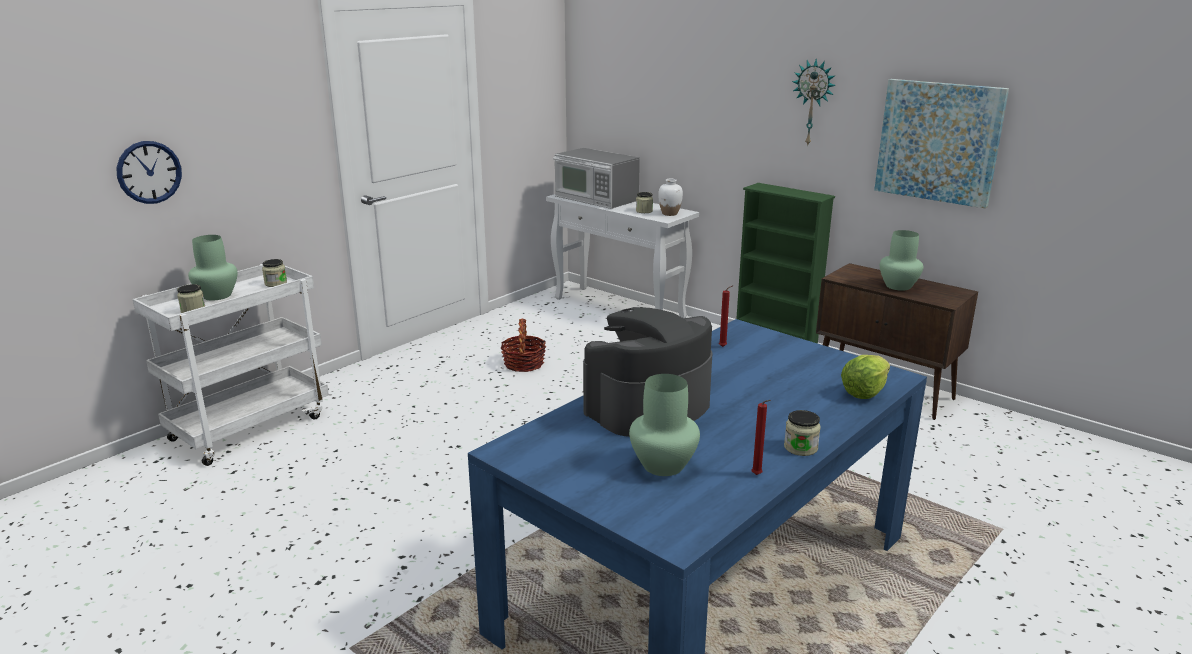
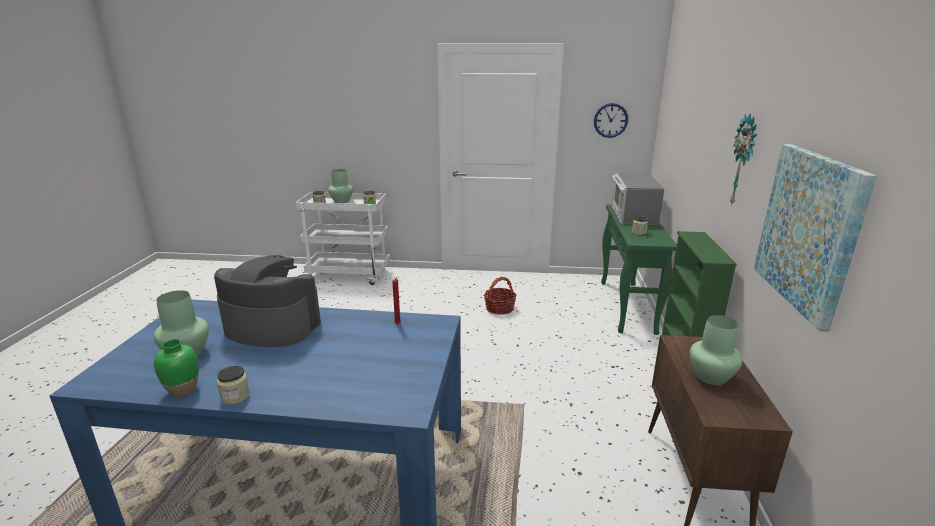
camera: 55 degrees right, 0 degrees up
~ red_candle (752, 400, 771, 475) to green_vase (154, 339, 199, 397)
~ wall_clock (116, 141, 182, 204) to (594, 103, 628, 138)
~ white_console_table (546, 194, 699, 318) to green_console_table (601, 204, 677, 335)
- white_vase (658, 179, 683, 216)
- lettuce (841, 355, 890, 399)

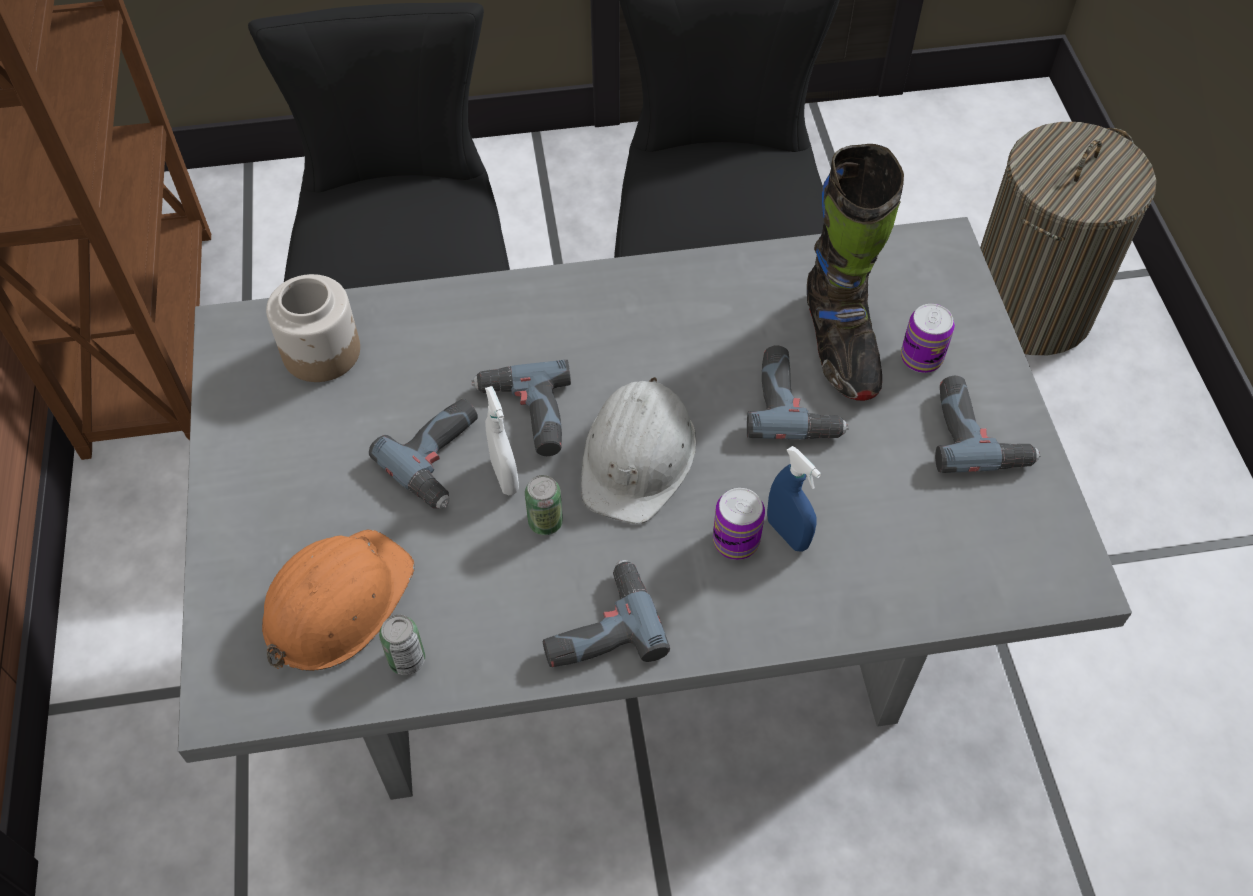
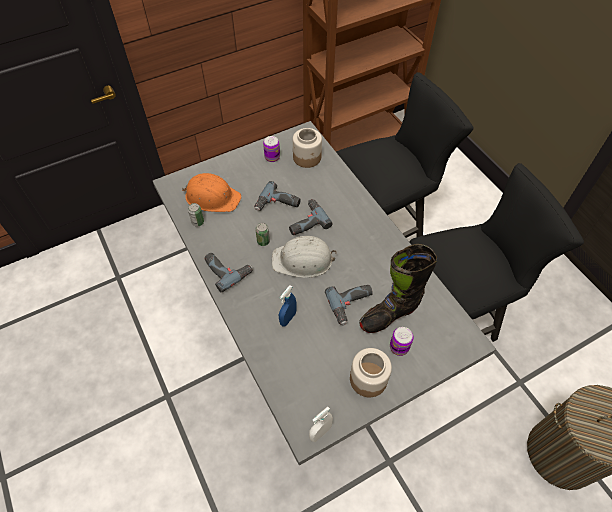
camera: 70 degrees right, 0 degrees up
~ can (713, 488, 765, 560) to (263, 136, 280, 162)
~ white_spray_bottle (485, 386, 519, 495) to (309, 407, 333, 442)
~ power_drill (935, 376, 1041, 473) to jar (350, 348, 392, 397)

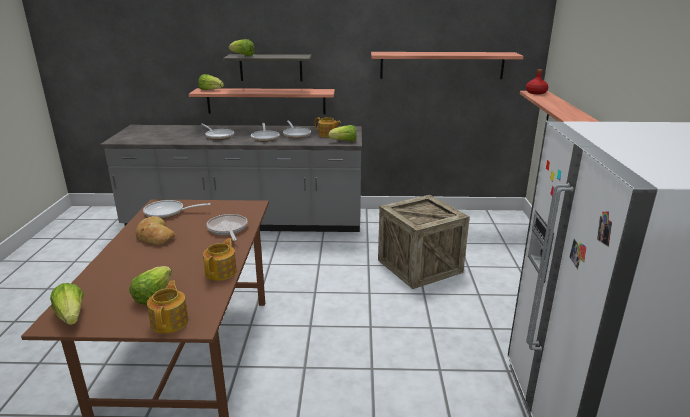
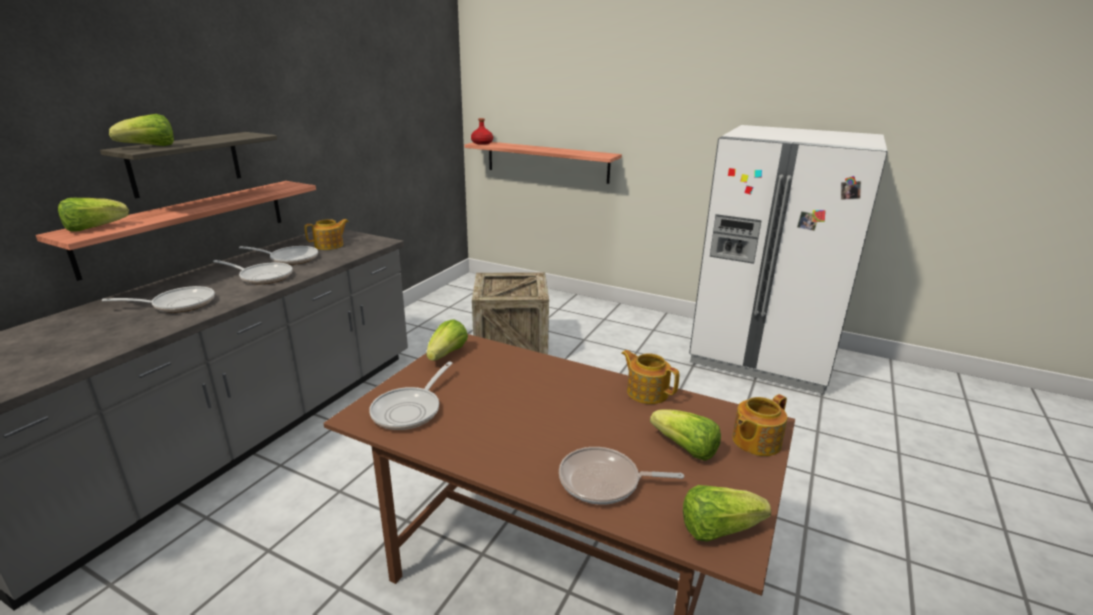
camera: 65 degrees left, 0 degrees up
~ lettuce (328, 125, 357, 142) to (426, 319, 468, 361)
~ frying_pan (206, 214, 248, 241) to (559, 447, 684, 505)
~ teapot (147, 281, 189, 334) = (732, 394, 787, 456) 60 degrees counterclockwise
- bread (136, 216, 175, 245)
- shelf (371, 52, 523, 79)

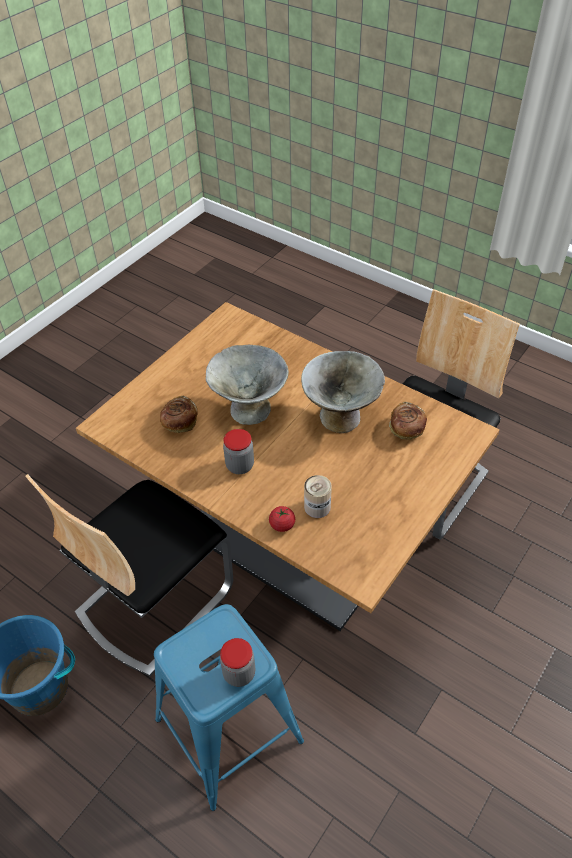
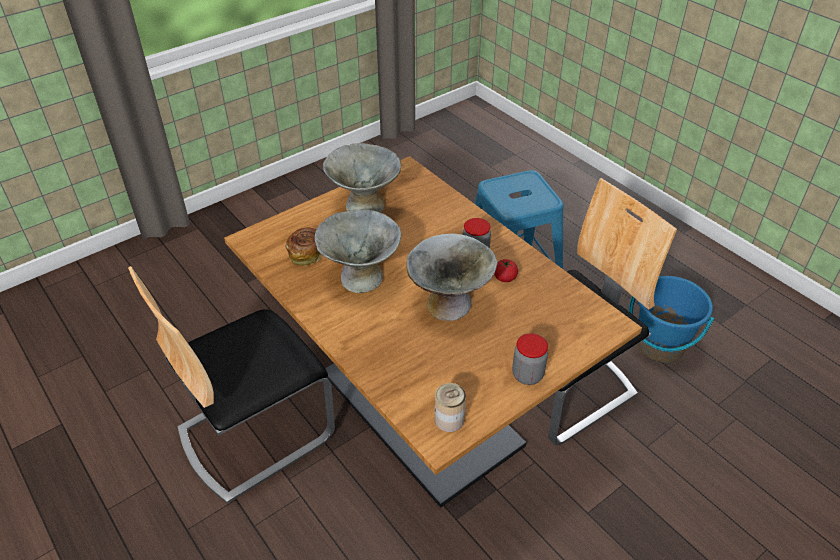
camera: 165 degrees left, 5 degrees down
+ grey_bowl (323, 143, 401, 213)
~ can (304, 475, 332, 518) to (435, 383, 466, 432)
~ tomato (269, 506, 295, 532) to (494, 259, 518, 282)
~ jar (220, 638, 255, 687) to (512, 333, 548, 385)
- bread (160, 396, 198, 433)

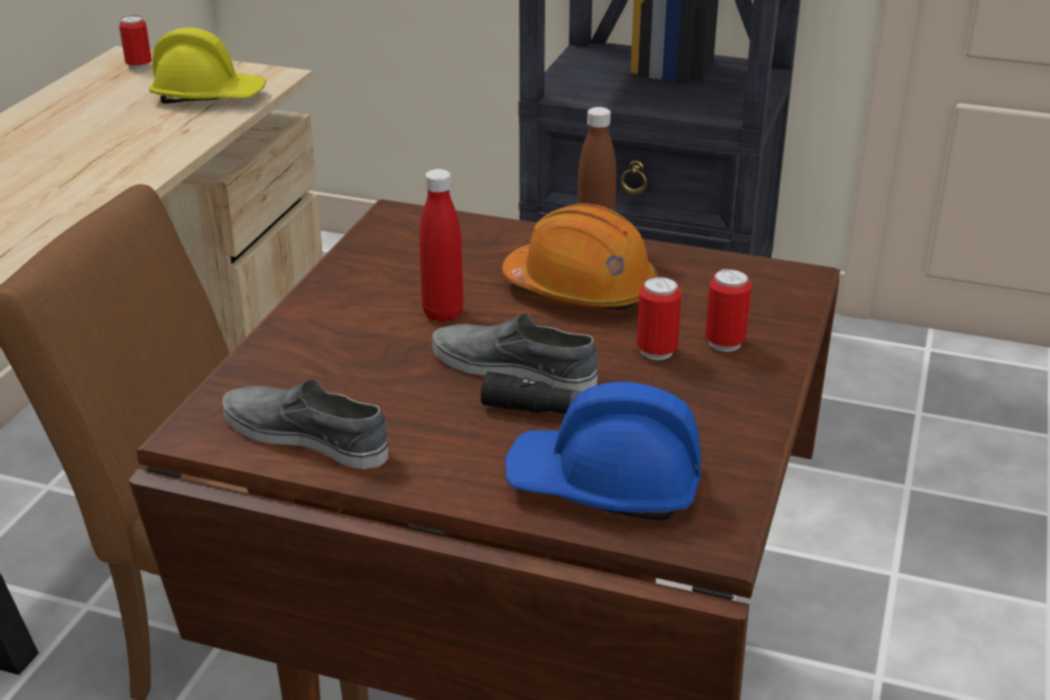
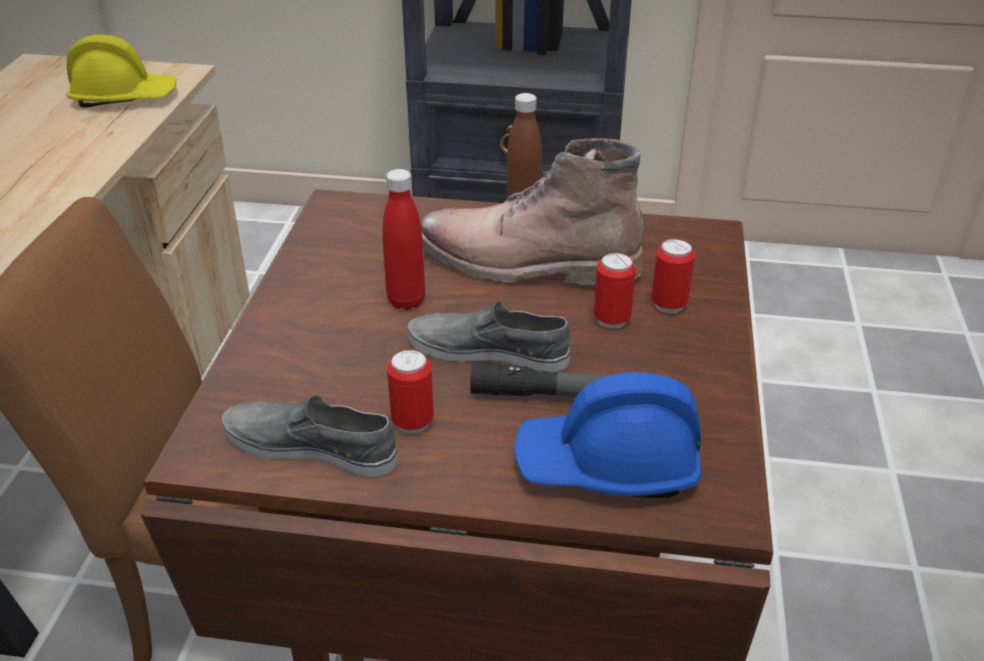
camera: 10 degrees left, 5 degrees up
~ can (119, 15, 152, 70) to (387, 349, 434, 434)
~ orange_hard_hat (502, 204, 658, 311) to brown_boot (421, 138, 644, 285)

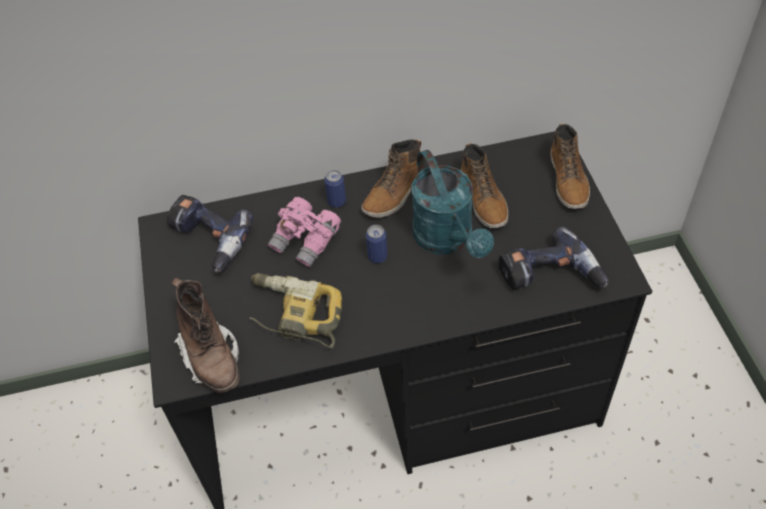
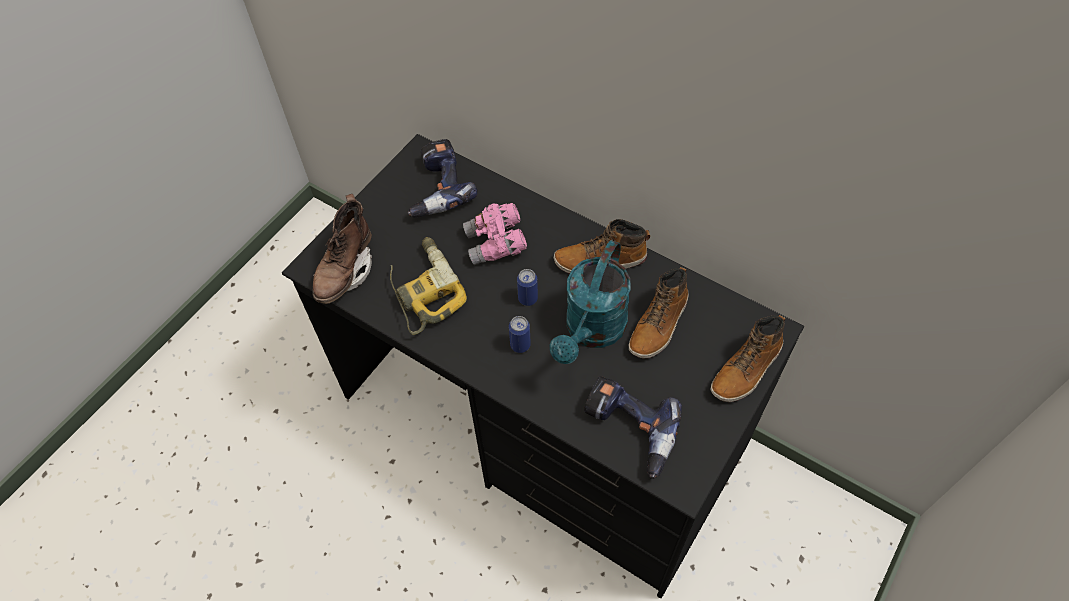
camera: 45 degrees right, 5 degrees up
~ can (324, 170, 346, 208) to (509, 316, 531, 353)

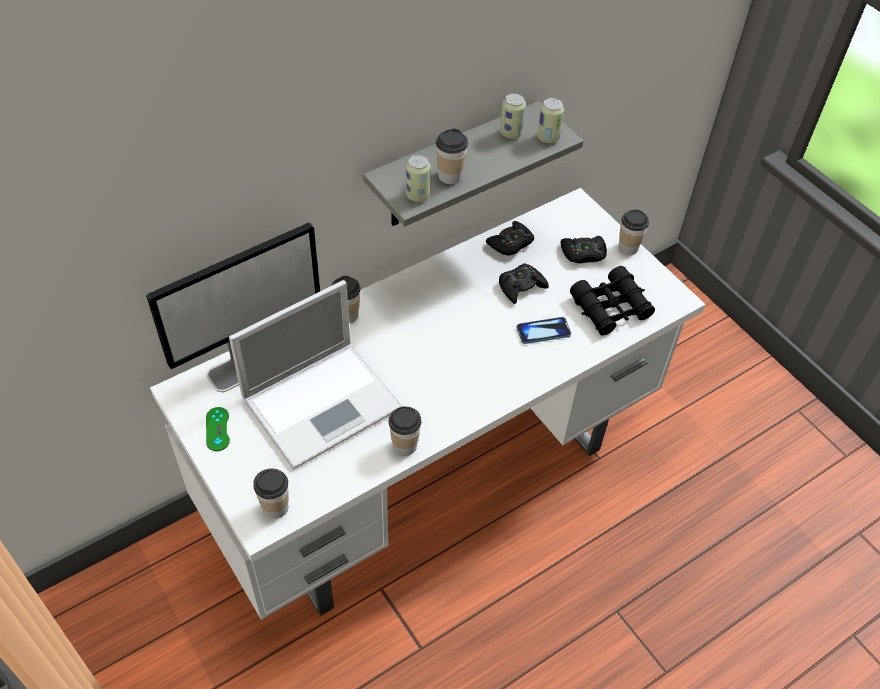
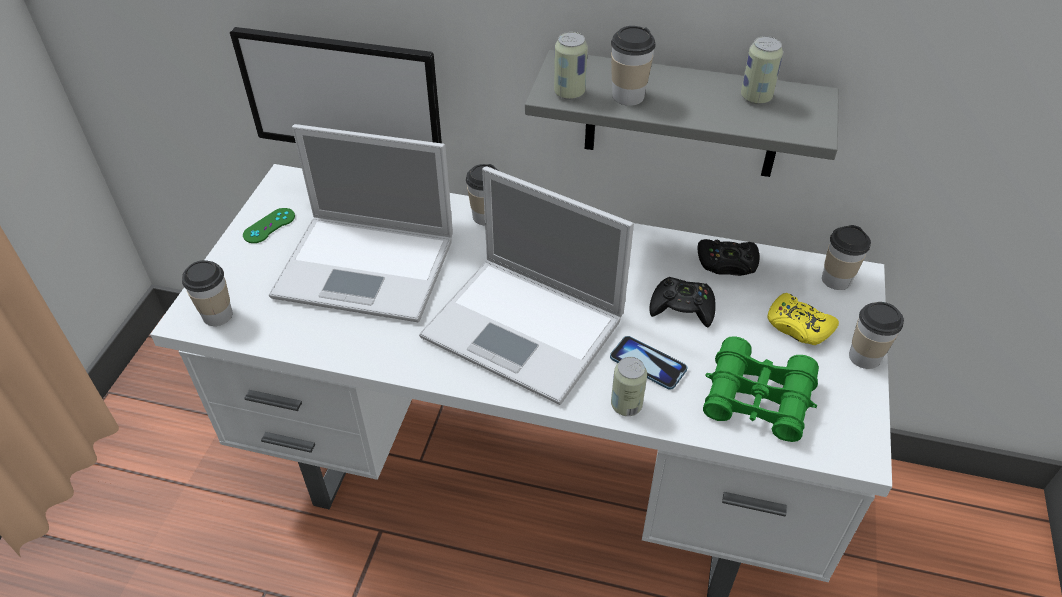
camera: 50 degrees right, 5 degrees down
+ laptop (419, 166, 634, 405)
~ can (537, 98, 564, 144) to (611, 357, 647, 416)
~ black_binoculars (570, 266, 655, 336) to green_binoculars (703, 336, 819, 442)
~ black_game_controller (561, 236, 607, 263) to yellow_game_controller (768, 293, 839, 345)
~ cup (389, 406, 421, 456) to (822, 225, 871, 290)

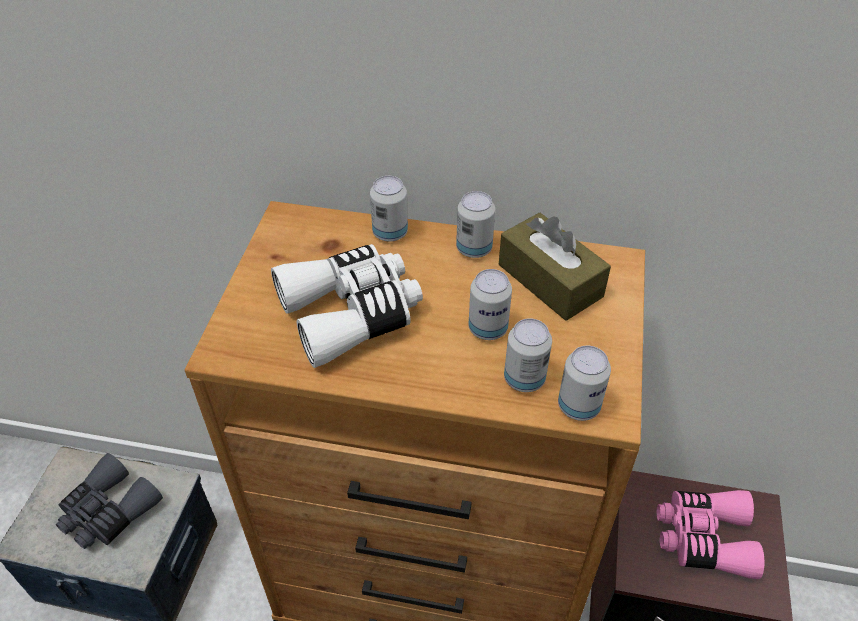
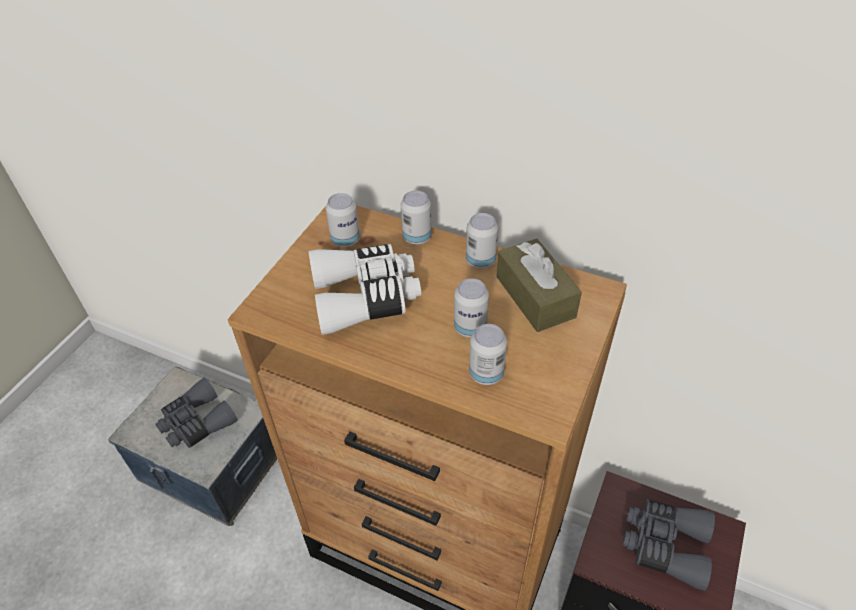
camera: 15 degrees right, 0 degrees up
~ can (558, 346, 611, 421) to (326, 193, 360, 247)
~ pink_binoculars (657, 490, 764, 579) to grey_binoculars (622, 499, 715, 591)

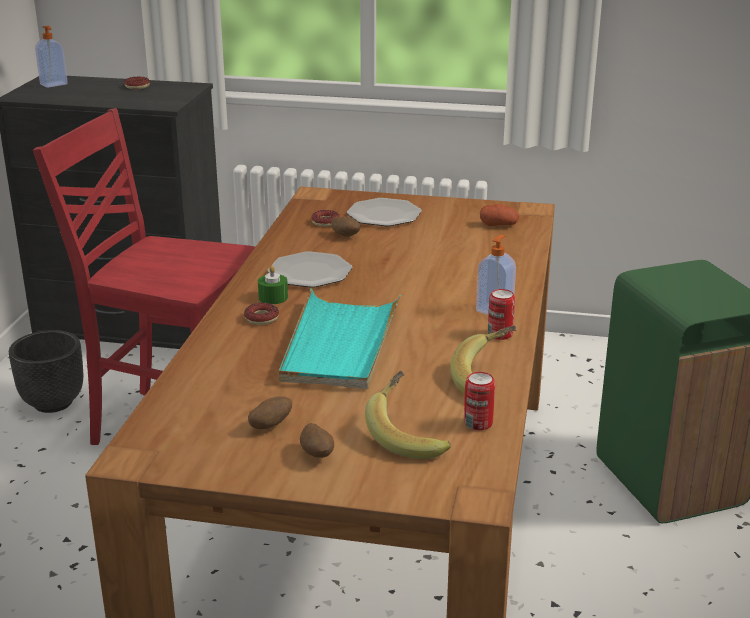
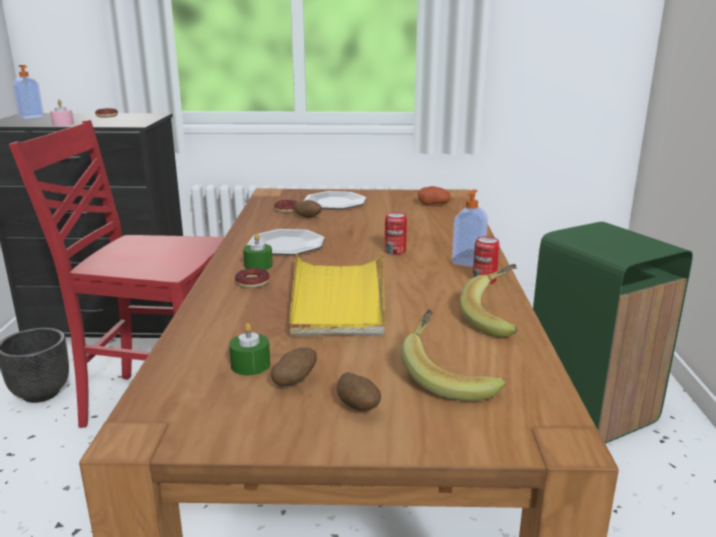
camera: 10 degrees left, 5 degrees down
+ pink_candle (50, 100, 74, 126)
+ green_candle (229, 323, 270, 375)
~ turquoise_tray (279, 289, 401, 389) to yellow_tray (289, 253, 385, 336)
~ can (464, 372, 495, 430) to (385, 212, 407, 255)

